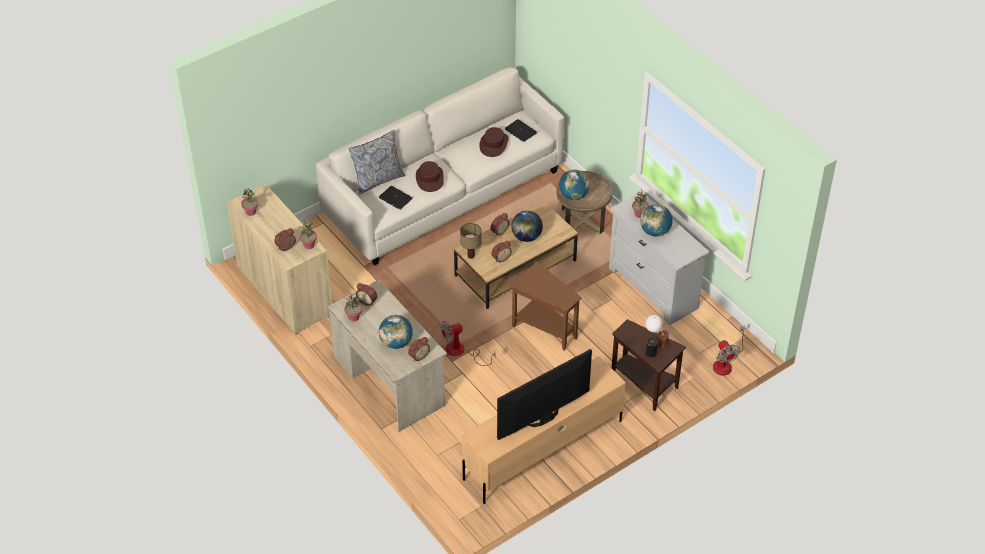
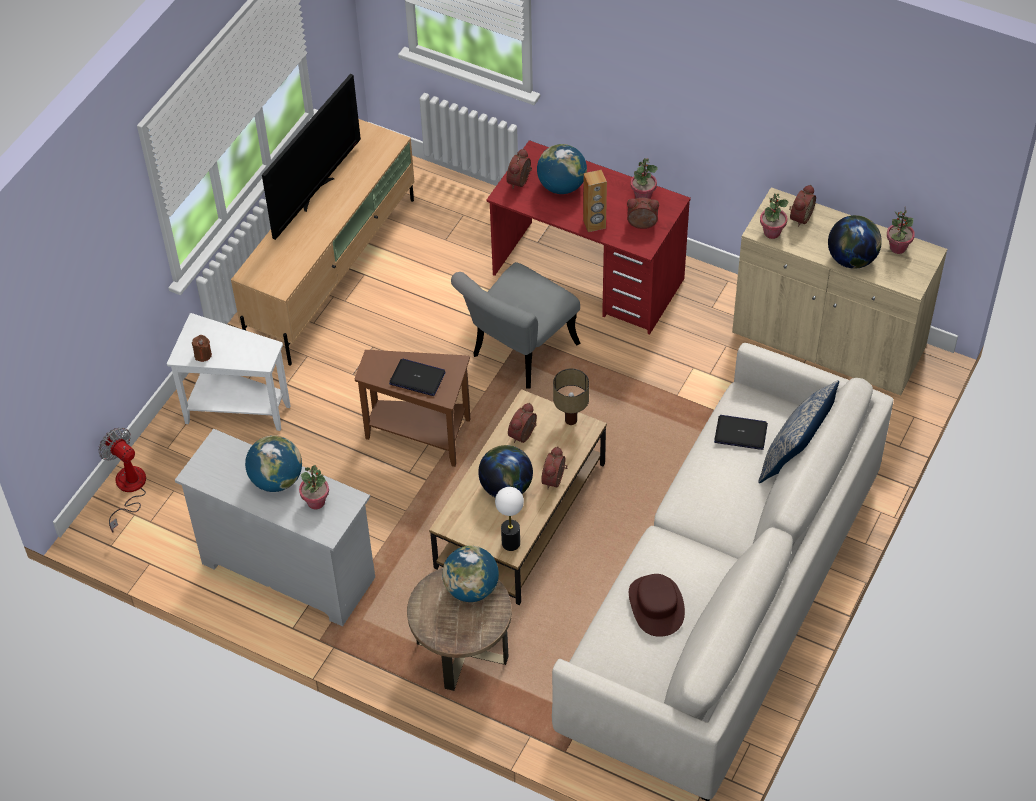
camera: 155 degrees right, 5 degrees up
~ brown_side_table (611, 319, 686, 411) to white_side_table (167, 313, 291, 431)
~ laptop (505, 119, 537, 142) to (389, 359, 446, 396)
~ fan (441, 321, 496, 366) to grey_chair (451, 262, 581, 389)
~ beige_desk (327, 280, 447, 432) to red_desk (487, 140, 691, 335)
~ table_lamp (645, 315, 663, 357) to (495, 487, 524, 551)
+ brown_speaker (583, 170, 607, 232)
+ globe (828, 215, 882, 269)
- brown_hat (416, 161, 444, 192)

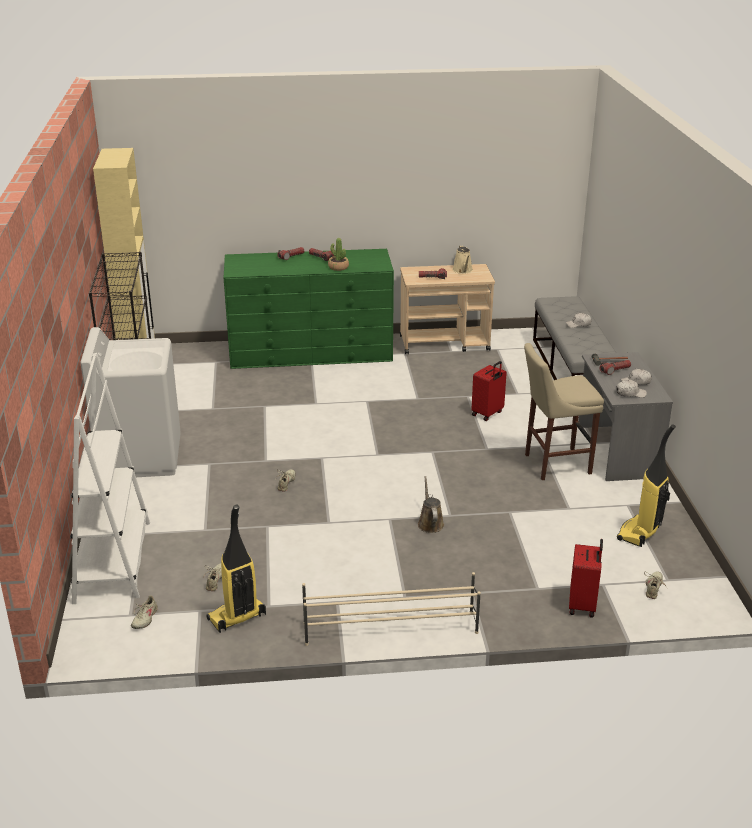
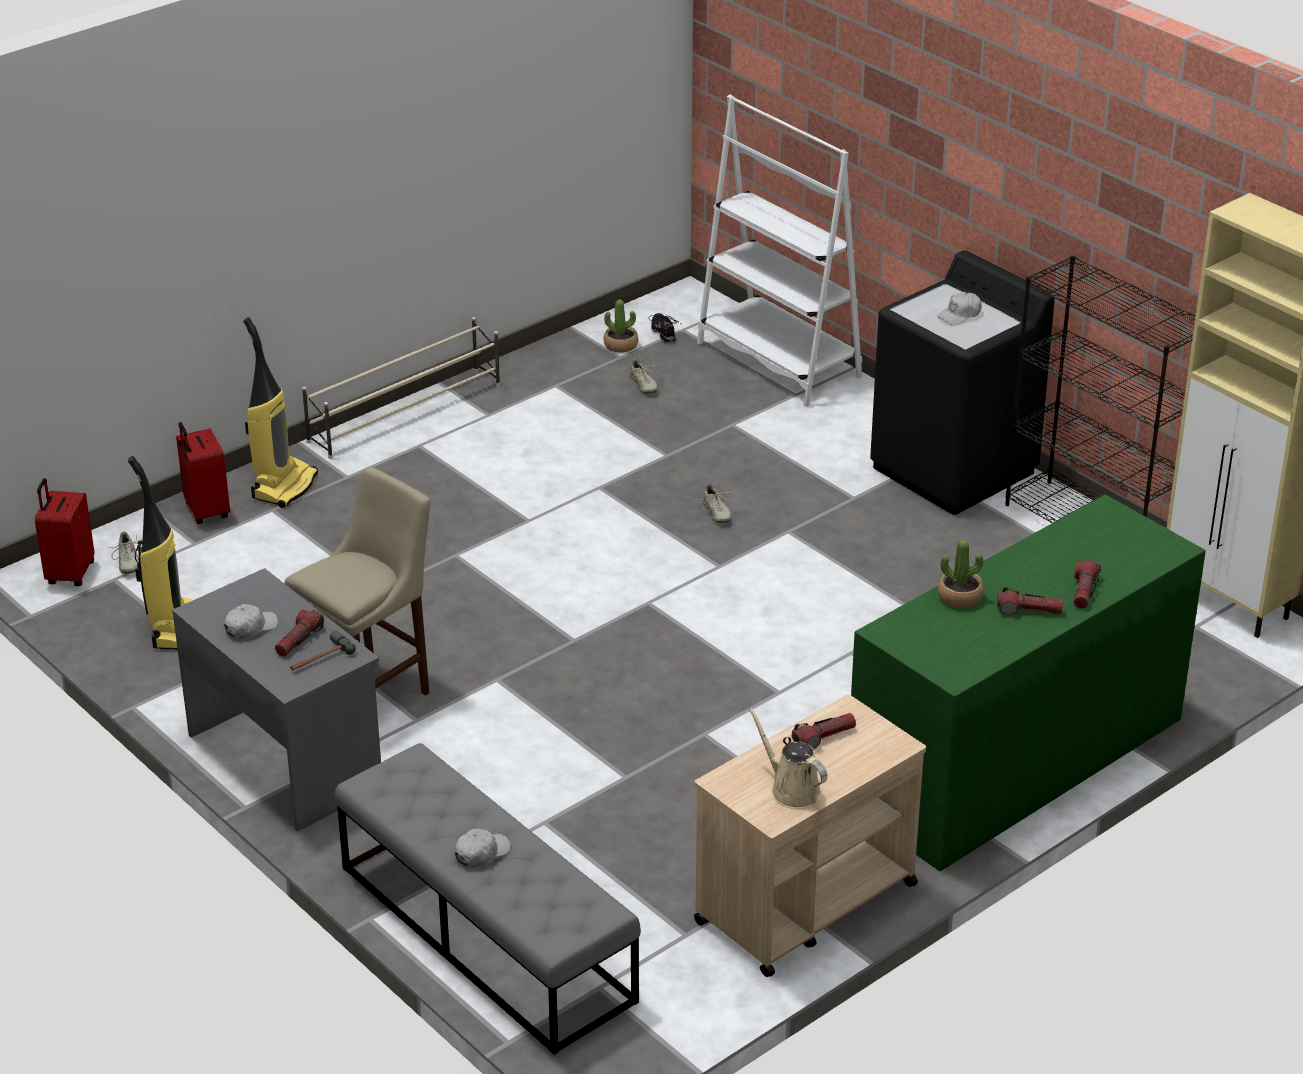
camera: 145 degrees right, 5 degrees up
~ red_suitcase (471, 361, 507, 421) to (35, 478, 94, 586)
~ vacuum_cleaner (206, 505, 266, 633) to (243, 317, 318, 508)
+ potted_plant (604, 300, 638, 353)
~ beige_shoe (131, 596, 158, 629) to black_shoe (649, 313, 683, 342)
~ white_washing_machine (80, 327, 181, 477) to black_washing_machine (870, 251, 1055, 515)
~ white_cap (617, 380, 647, 398) to (937, 292, 982, 325)
- brown_watering_can (418, 476, 444, 533)

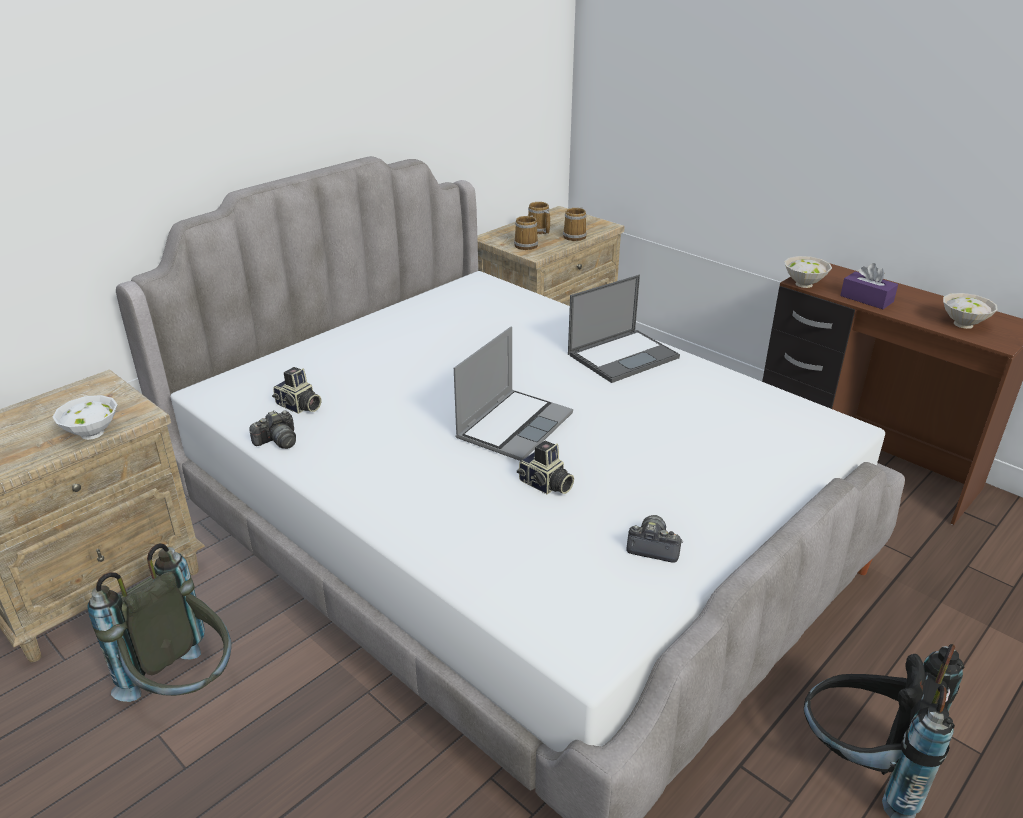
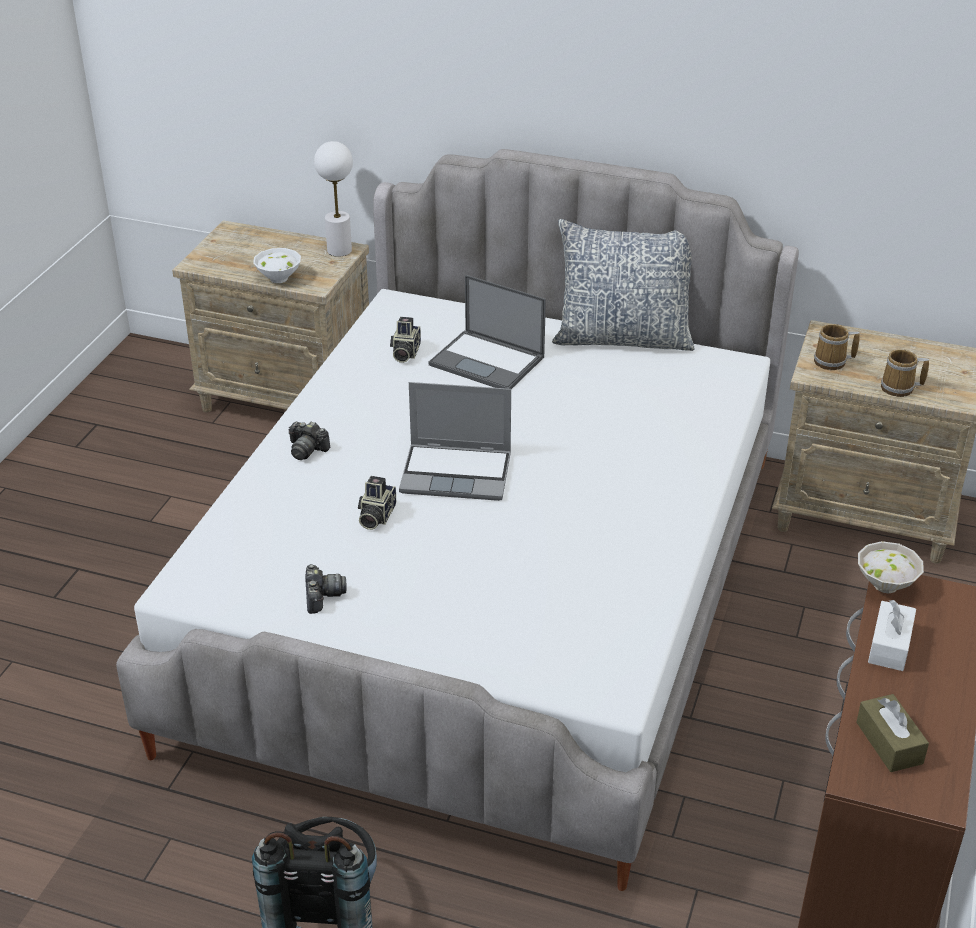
camera: 65 degrees right, 5 degrees up
~ photo_camera (249, 410, 296, 449) to (289, 421, 330, 460)
+ white_table_lamp (314, 141, 353, 257)
~ laptop (568, 275, 680, 383) to (429, 275, 546, 389)
+ pillow (552, 219, 695, 351)
~ white_bowl (943, 293, 998, 329) to brown_tissue_box (856, 694, 929, 772)
~ purple_tissue_box (840, 263, 898, 309) to white_tissue_box (868, 600, 916, 671)
- grey_backpack (87, 543, 232, 702)
- mug (528, 202, 550, 234)

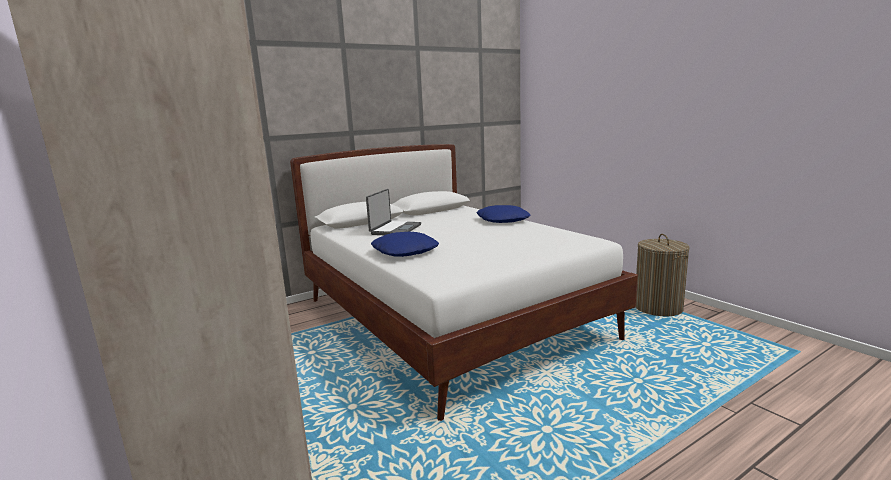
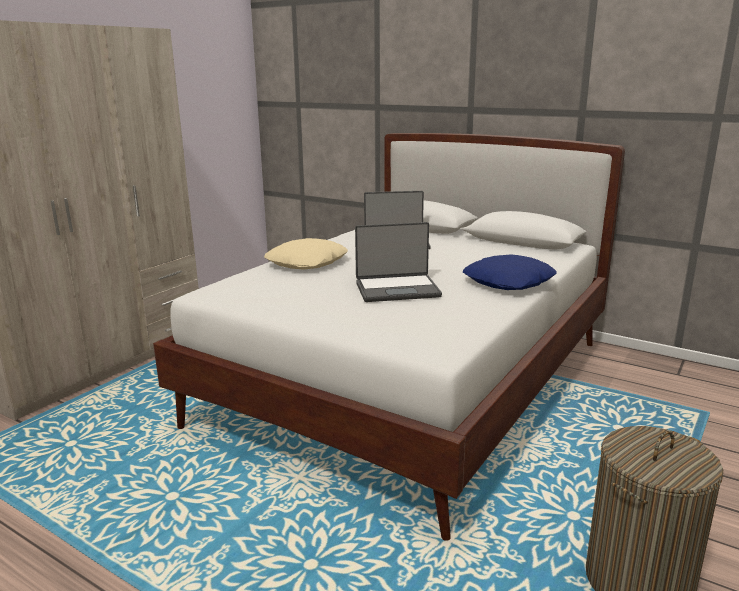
camera: 65 degrees right, 5 degrees up
~ blue_pillow (371, 232, 439, 257) to beige_pillow (264, 238, 348, 270)
+ laptop (355, 222, 442, 302)

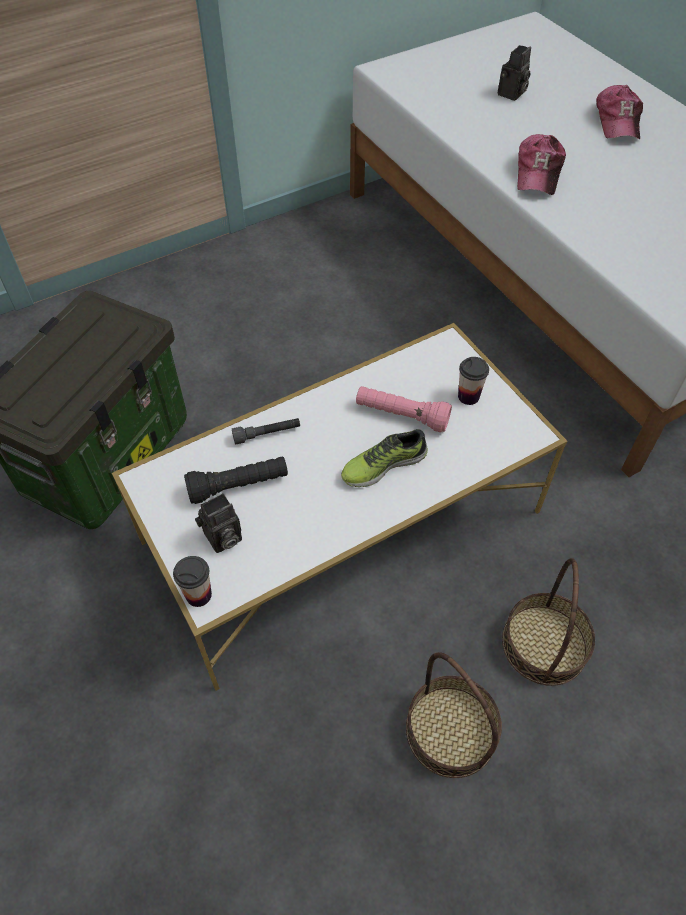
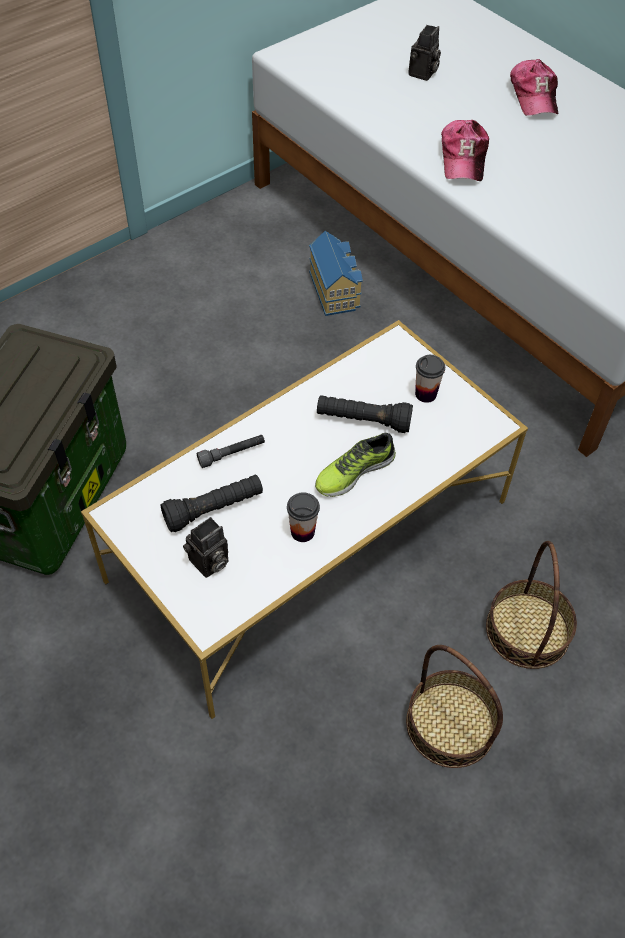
camera: 10 degrees left, 0 degrees up
~ cup (173, 556, 212, 607) to (287, 492, 320, 542)
+ toy_house (309, 231, 363, 316)
~ pink_flashlight (356, 386, 452, 432) to black_flashlight (317, 395, 413, 433)

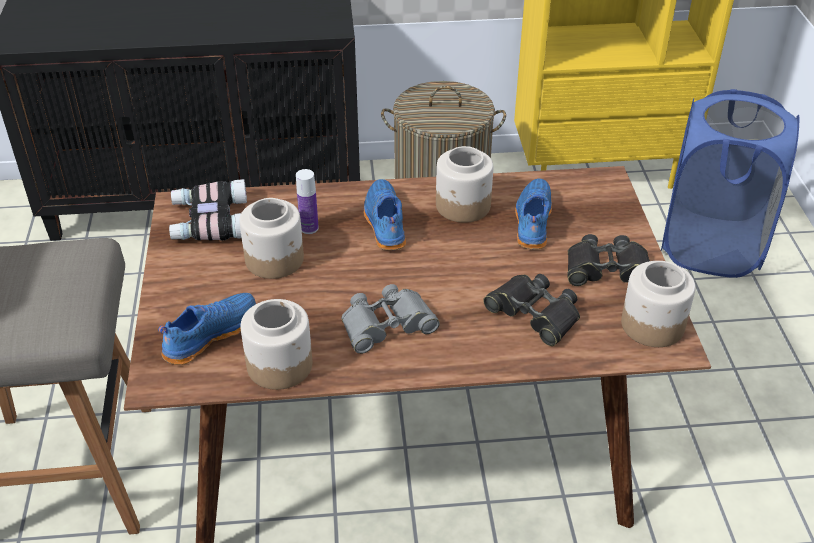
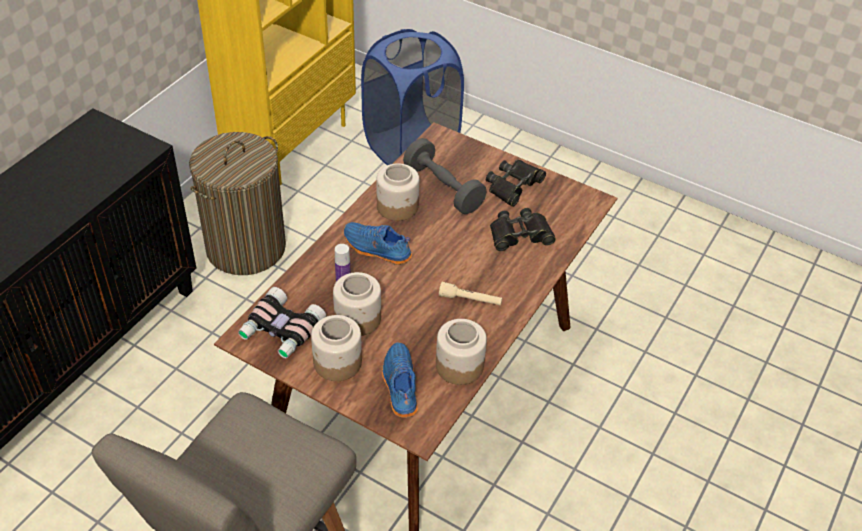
camera: 55 degrees left, 5 degrees up
~ jar (621, 261, 696, 347) to (311, 315, 362, 381)
~ blue_shoe (515, 178, 552, 250) to grey_dumbbell (403, 138, 486, 214)
~ grey_binoculars (341, 284, 440, 354) to beige_flashlight (439, 282, 502, 306)

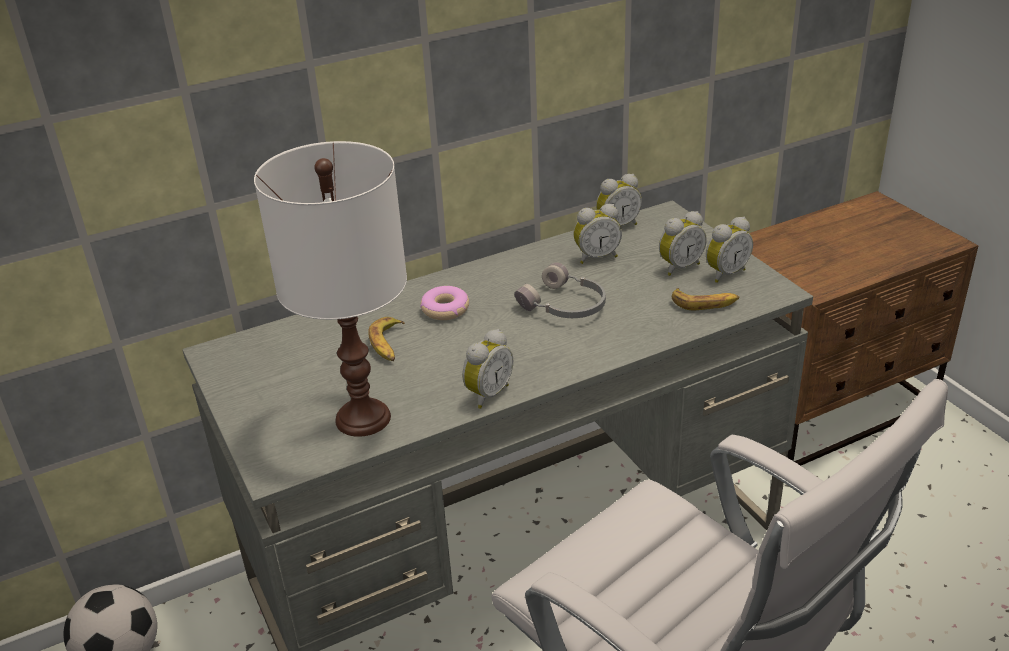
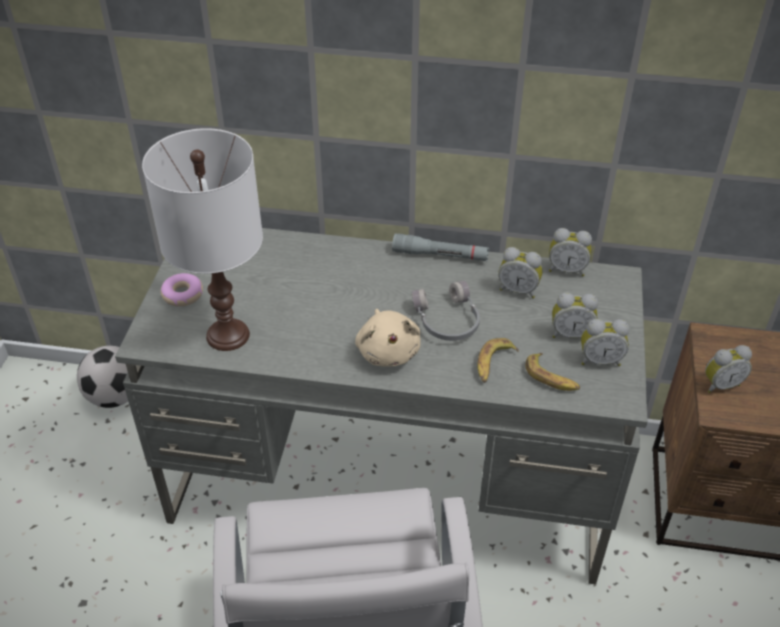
camera: 35 degrees right, 10 degrees up
~ donut (420, 286, 469, 320) to (161, 273, 203, 307)
+ beige_plush_toy (355, 309, 421, 367)
+ grey_flashlight (392, 233, 489, 261)
~ banana (368, 317, 405, 361) to (477, 338, 519, 383)
~ alarm_clock (462, 329, 513, 409) to (705, 345, 752, 393)

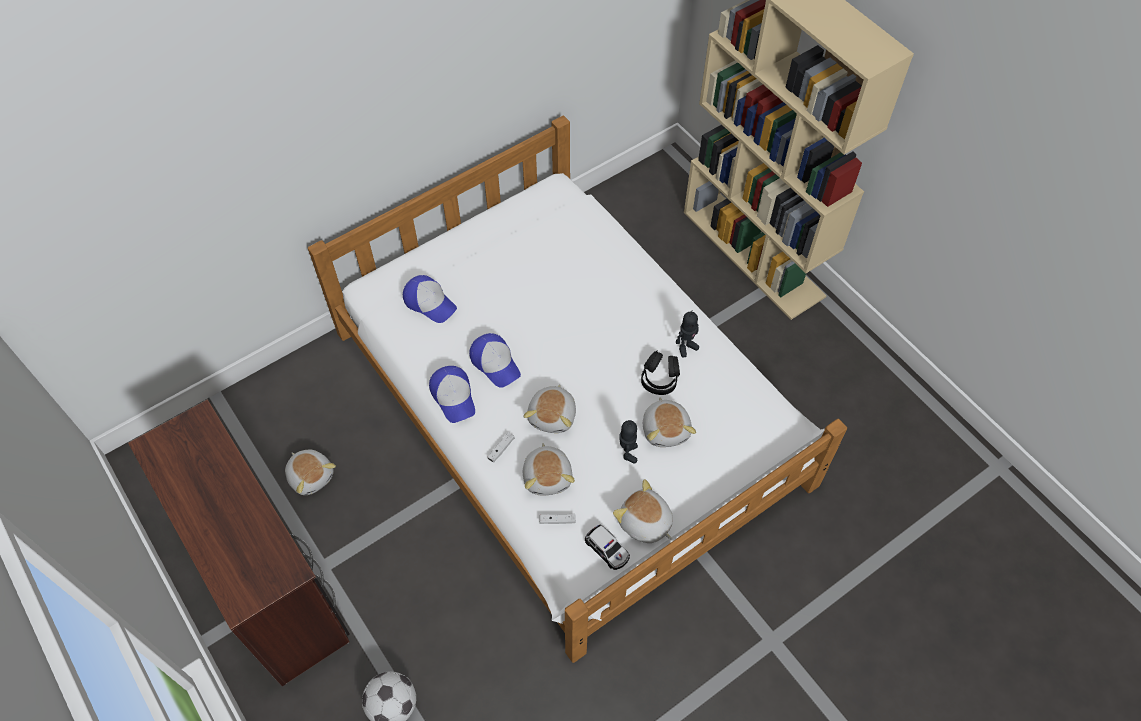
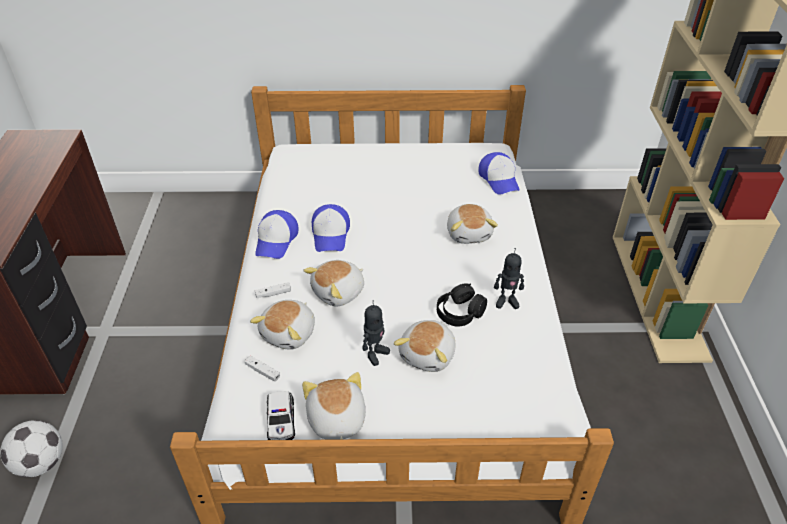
camera: 35 degrees right, 15 degrees down
~ plush_toy (285, 450, 336, 495) to (447, 204, 498, 244)
~ cap (403, 275, 457, 323) to (478, 152, 520, 195)

